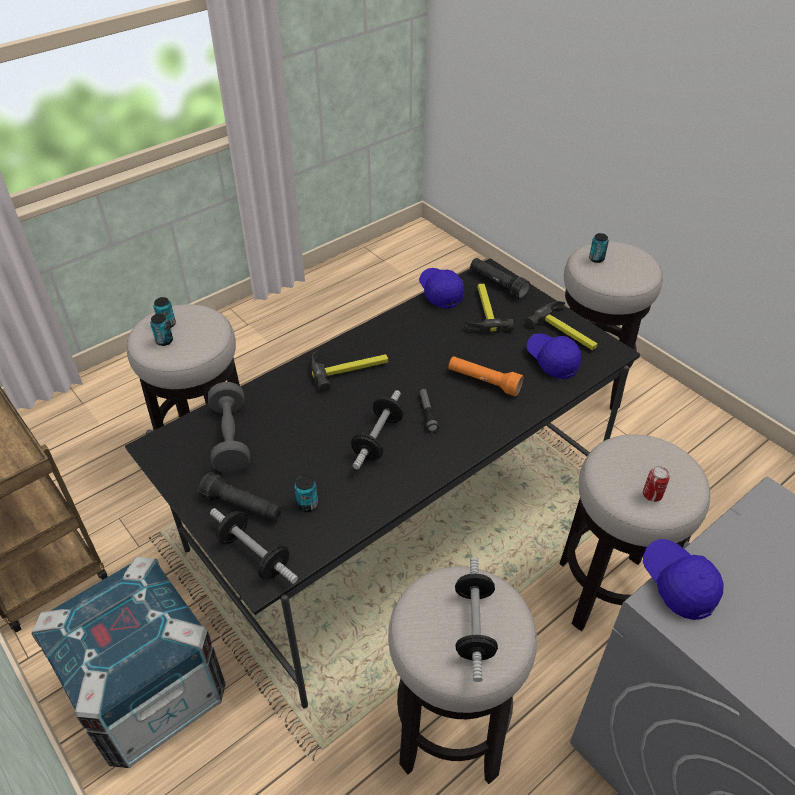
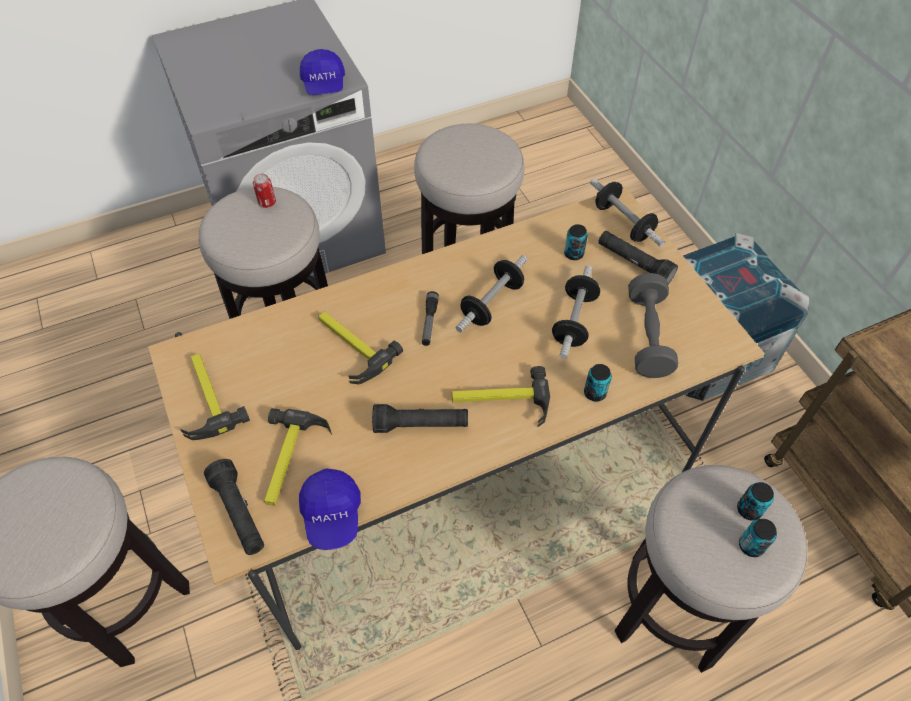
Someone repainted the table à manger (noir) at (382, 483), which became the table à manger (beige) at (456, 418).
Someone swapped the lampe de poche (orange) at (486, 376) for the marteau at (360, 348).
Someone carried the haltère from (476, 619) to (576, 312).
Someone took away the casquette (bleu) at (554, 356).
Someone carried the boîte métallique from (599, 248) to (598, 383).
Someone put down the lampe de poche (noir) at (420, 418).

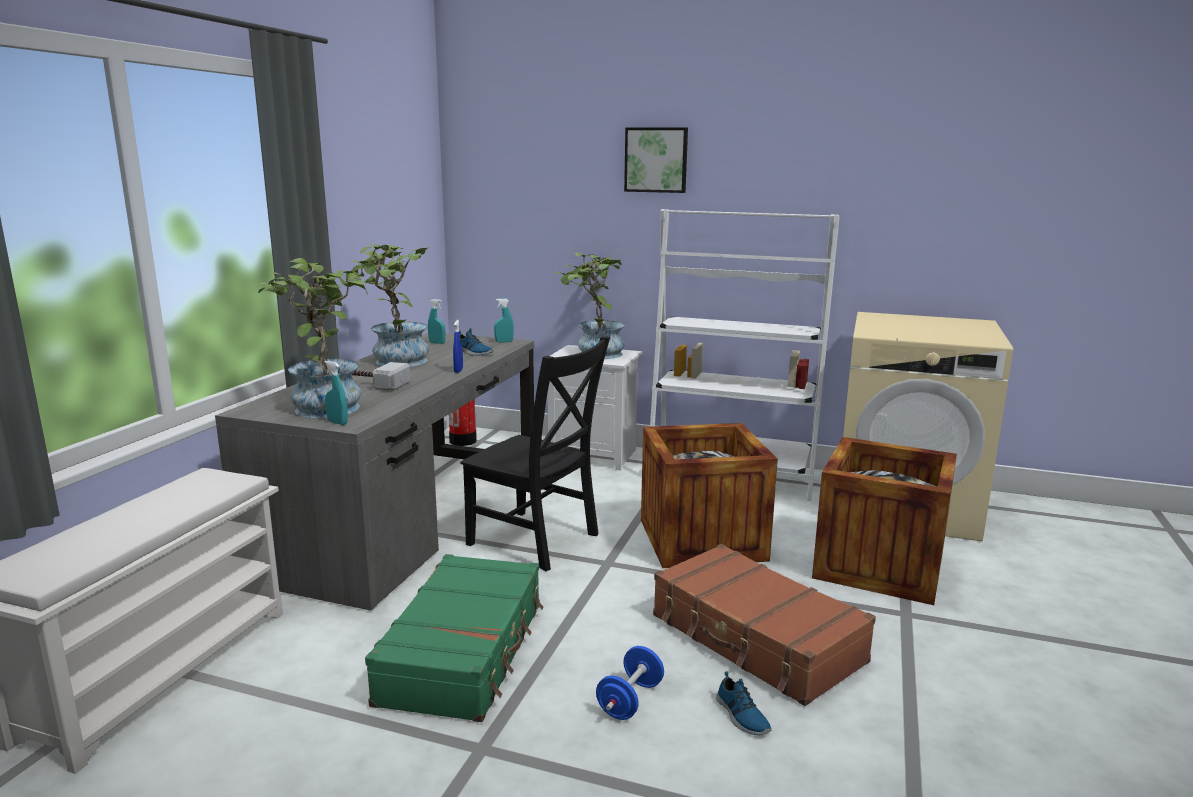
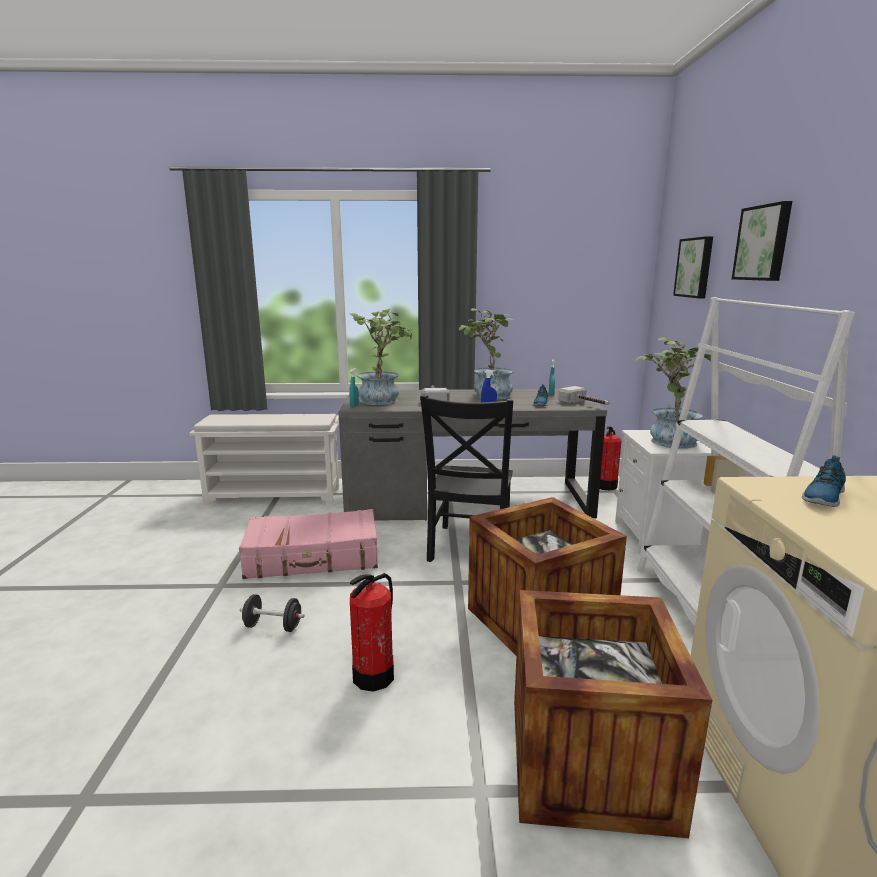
Someone repainted the valise (vert) at (454, 638), which became the valise (rose) at (308, 544).
Someone swapped the vaporisateur (turquoise) at (504, 320) for the marteau at (584, 395).
Someone repainted the haltère (bleu) at (630, 683), which became the haltère (noir) at (272, 613).
Someone swapped the valise (marron) at (764, 625) for the extincteur at (372, 632).
Someone carried the chaussure from (744, 703) to (824, 481).
Someone put up the tableau at (693, 267).

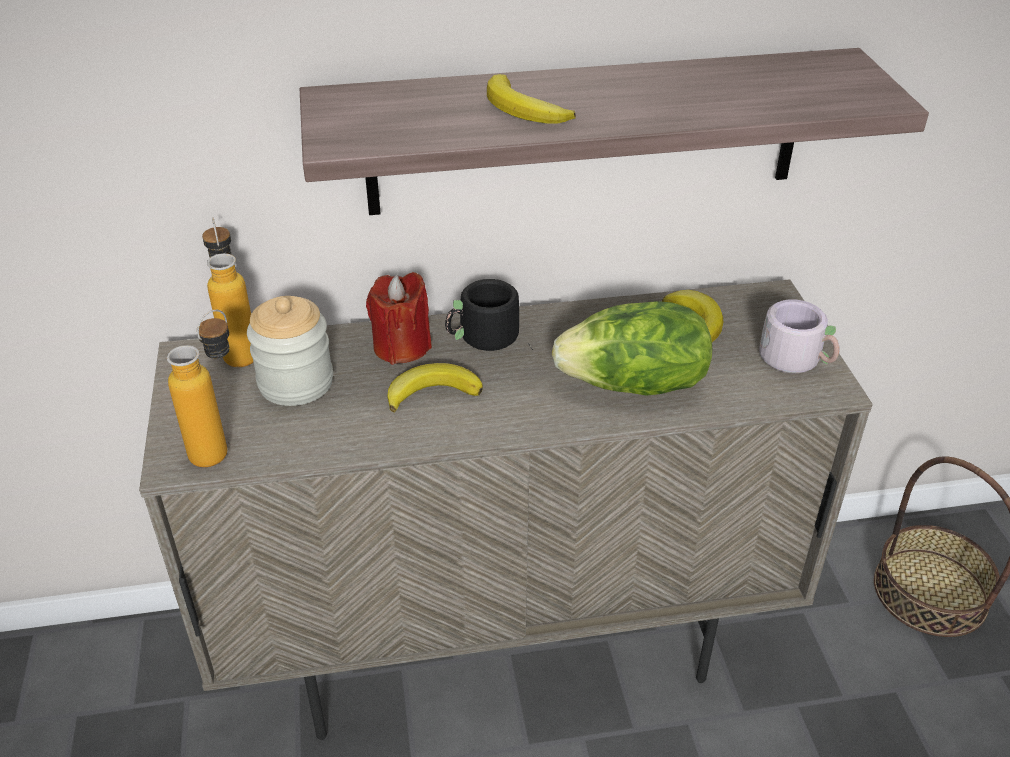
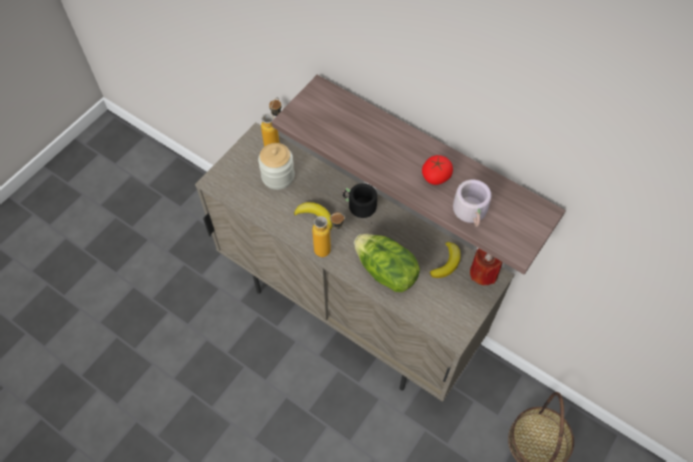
Someone carried the bouteille from (198, 388) to (328, 234).
Someone carried the bougie (rouge) from (399, 318) to (486, 266).
Someone took away the banane at (531, 99).
Someone carried the mug (gris) from (799, 336) to (472, 203).
Someone put down the tomate at (437, 170).

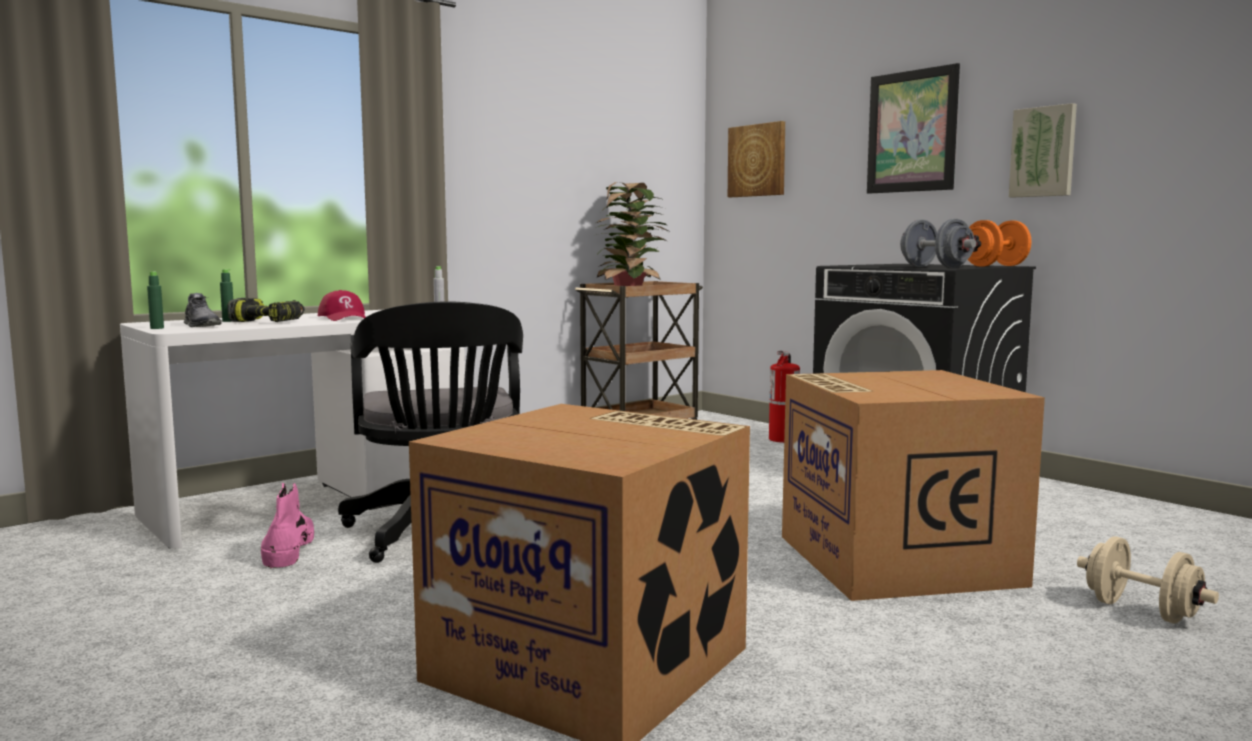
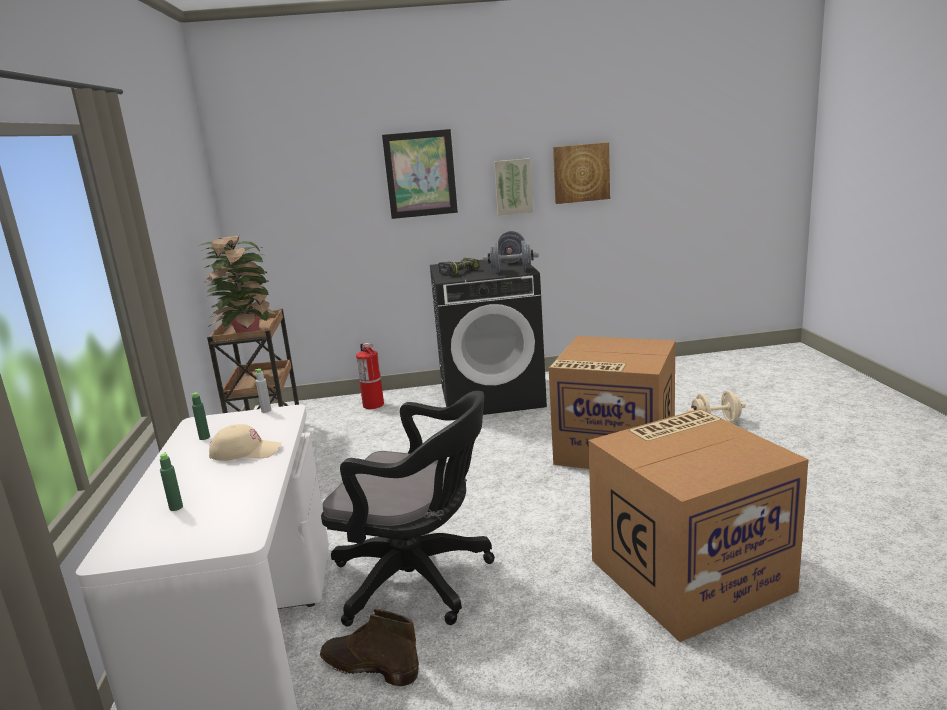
Someone carried the bouteille (vert) from (155, 300) to (200, 416).
Someone took away the chaussure (gris) at (203, 310).
Someone carried the perceuse from (266, 310) to (458, 267).
Someone repainted the botte (rose) at (287, 525), which became the botte (marron) at (369, 647).
Someone repainted the casquette (rouge) at (342, 305), which became the casquette (beige) at (245, 442).
Someone carried the tableau from (756, 159) to (581, 173).
Someone repainted the haltère (orange) at (999, 243), which became the haltère (gris) at (511, 247).

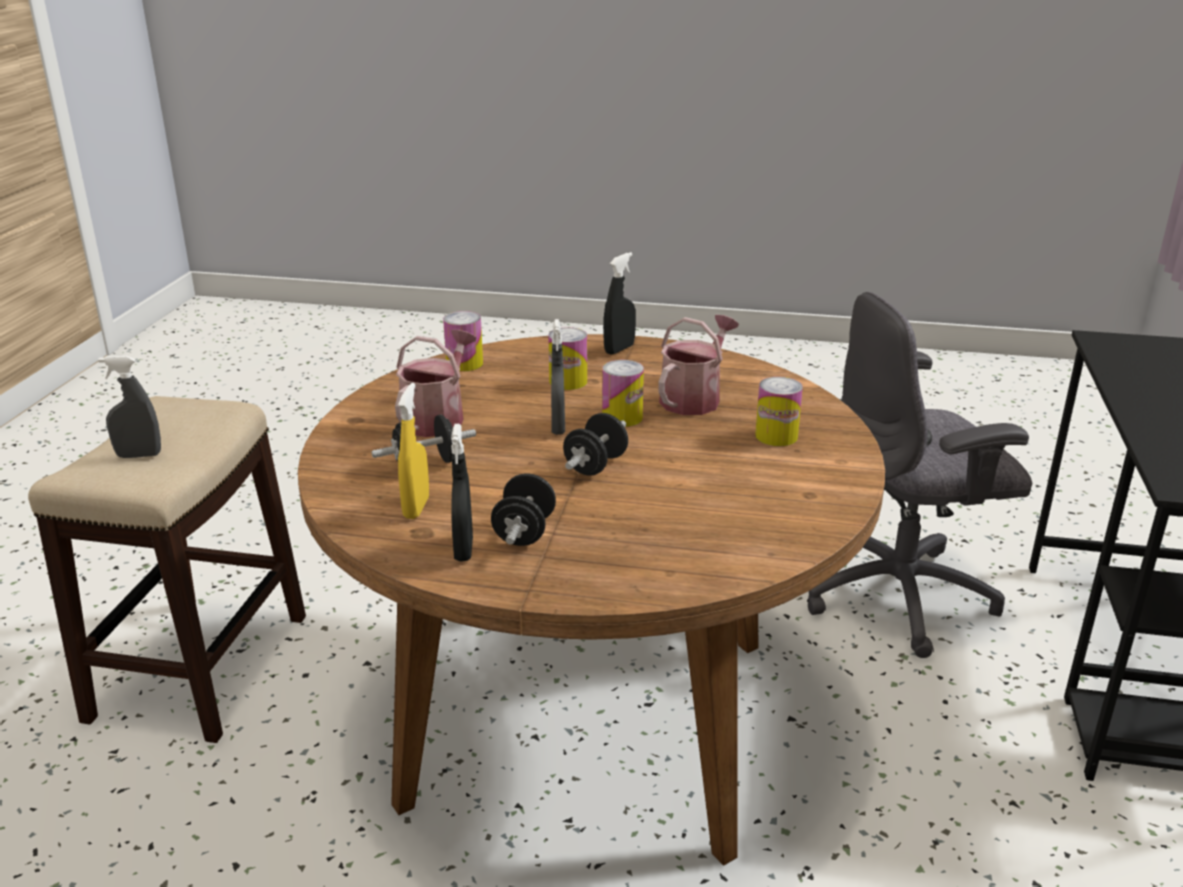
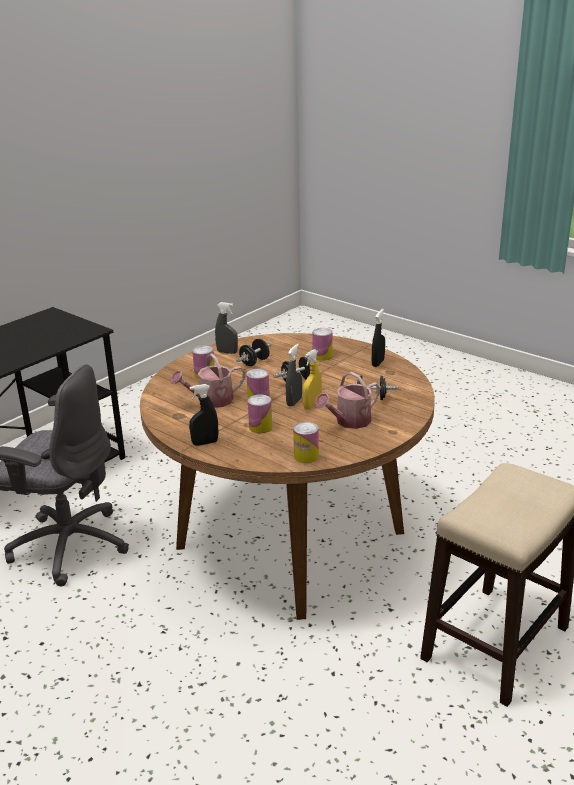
Someone carried the vaporisateur (gris) from (129, 407) to (226, 328).
Someone carried the vaporisateur (jaune) from (413, 451) to (312, 379).
Someone carried the haltère (noir) from (523, 509) to (253, 352).
Someone put down the boîte métallique at (322, 344).

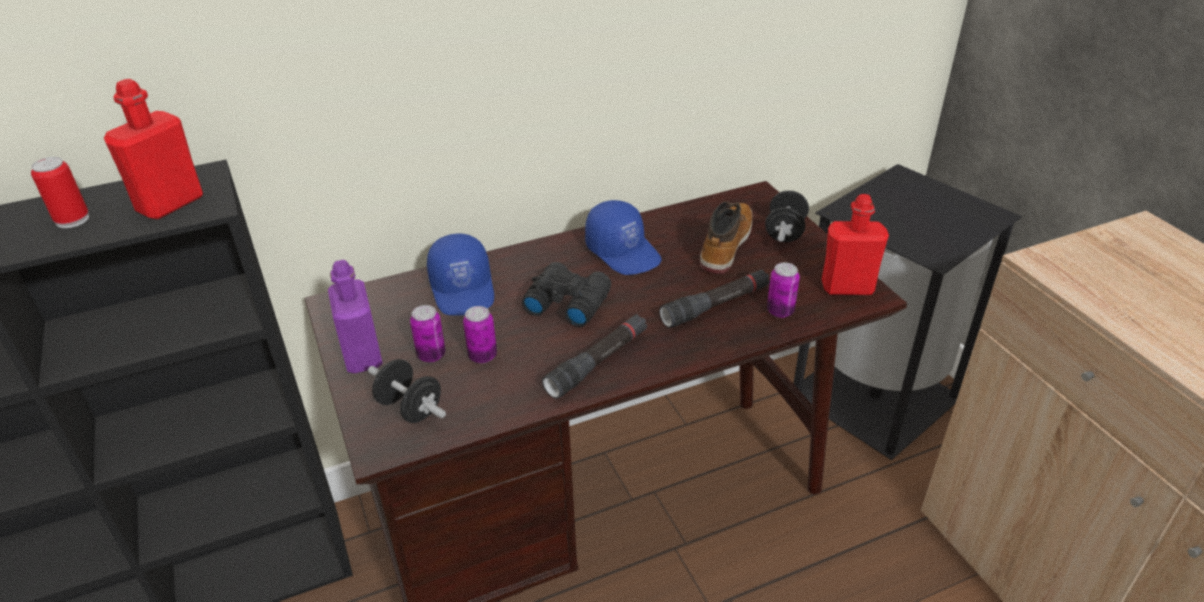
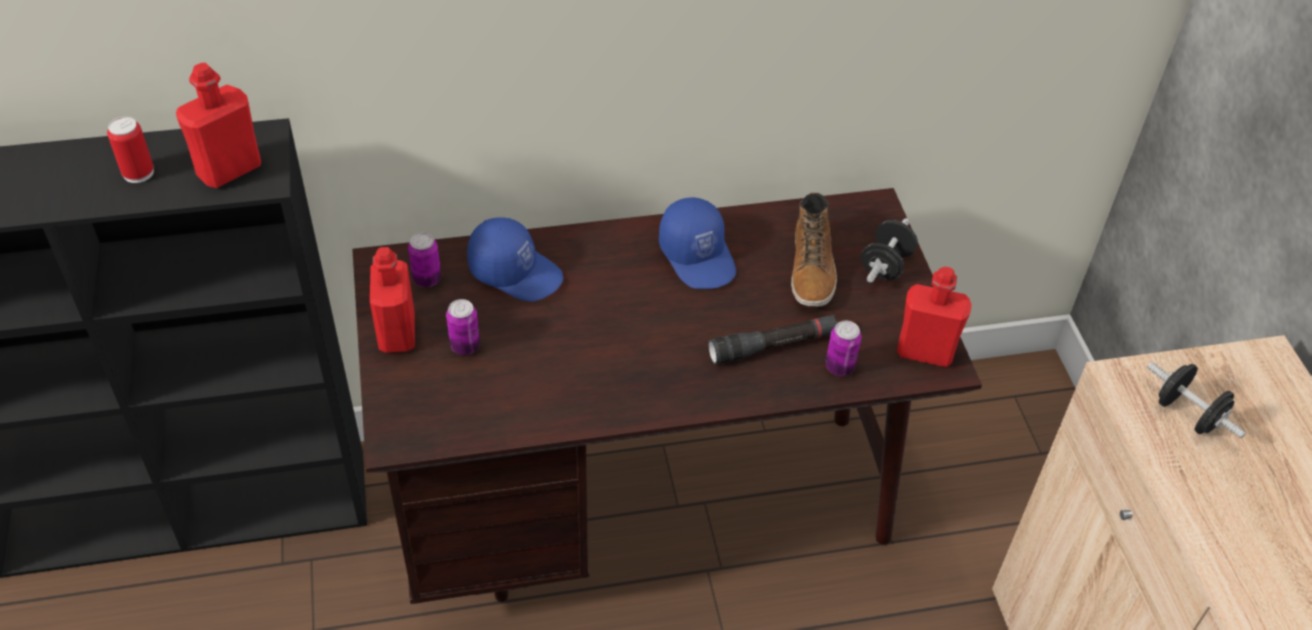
Someone repainted the bouteille (violet) at (355, 316), which became the bouteille (rouge) at (392, 300).
Someone carried the haltère (noir) from (407, 391) to (1196, 400).
Someone rotated the casquette (bleu) at (460, 275) by 60 degrees counterclockwise.
Someone carried the boîte métallique from (480, 334) to (424, 260).
Someone took away the jumelles (noir) at (566, 294).
Someone took away the lampe de poche (noir) at (594, 356).
Someone rotated the botte at (726, 237) by 150 degrees clockwise.
Someone took away the poubelle (noir) at (907, 312).

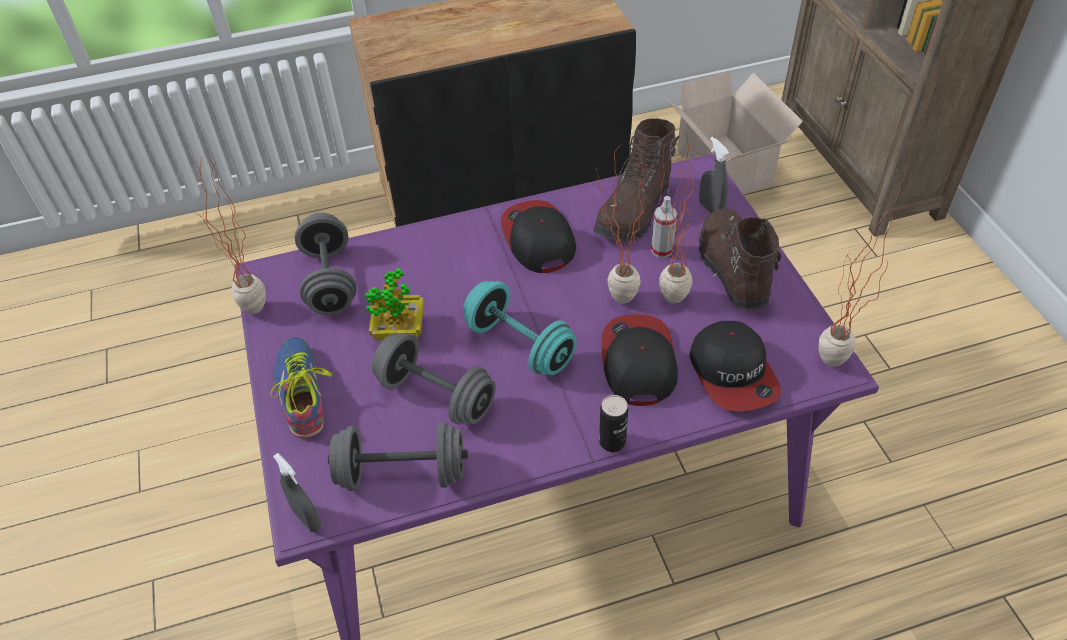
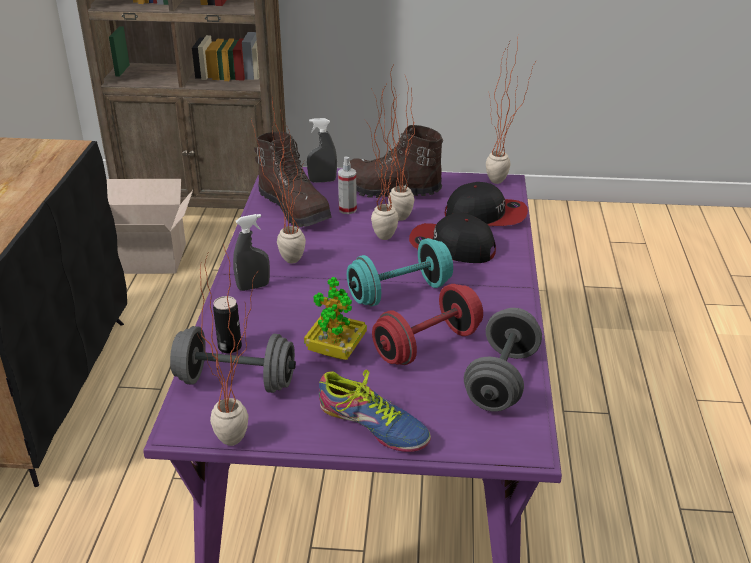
Someone rotated the chaussure at (301, 387) by 150 degrees counterclockwise.
Someone carried the vaporisateur (gris) from (297, 492) to (251, 252).
Someone repainted the haltère (gris) at (433, 379), which became the haltère (rouge) at (427, 324).
Someone swapped the casquette at (538, 236) for the plante en pot at (278, 180).
Someone carried the boîte métallique from (613, 423) to (227, 324).

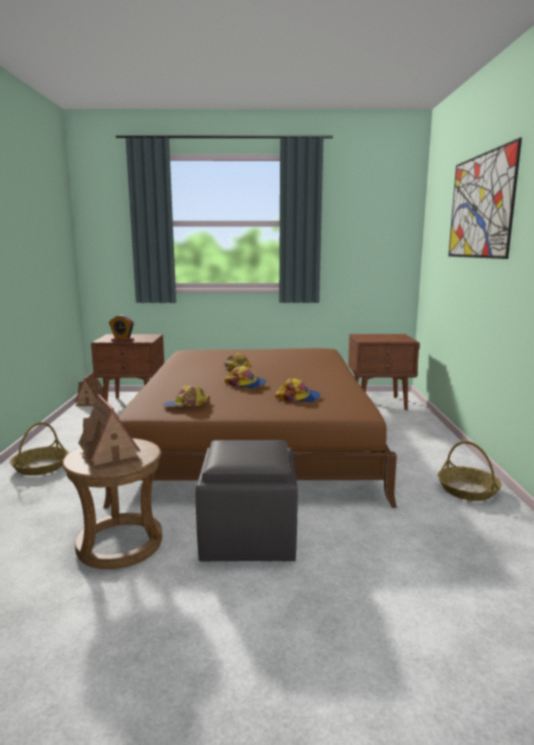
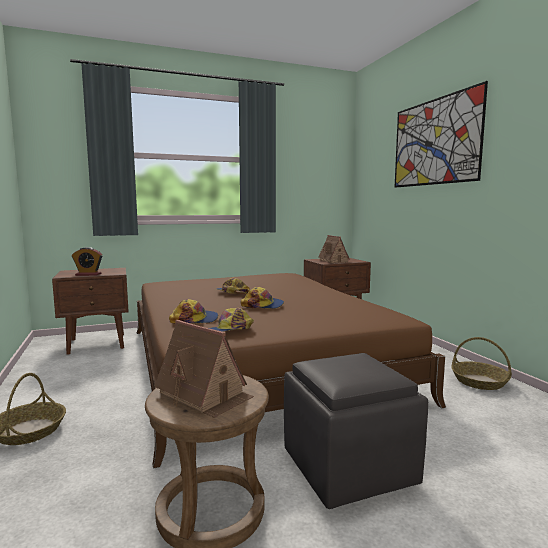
Someone carried the maison miniature from (89, 389) to (334, 249).
Someone carried the casquette from (298, 390) to (193, 311).

